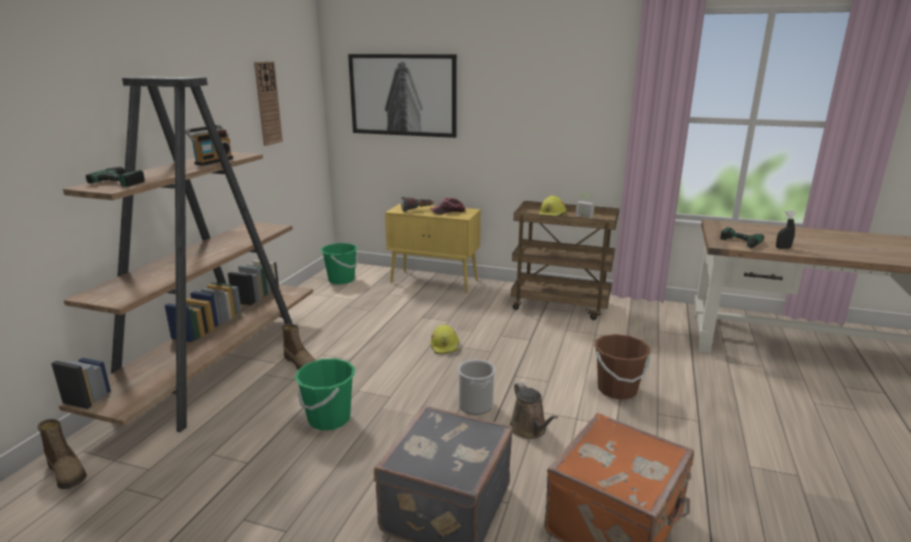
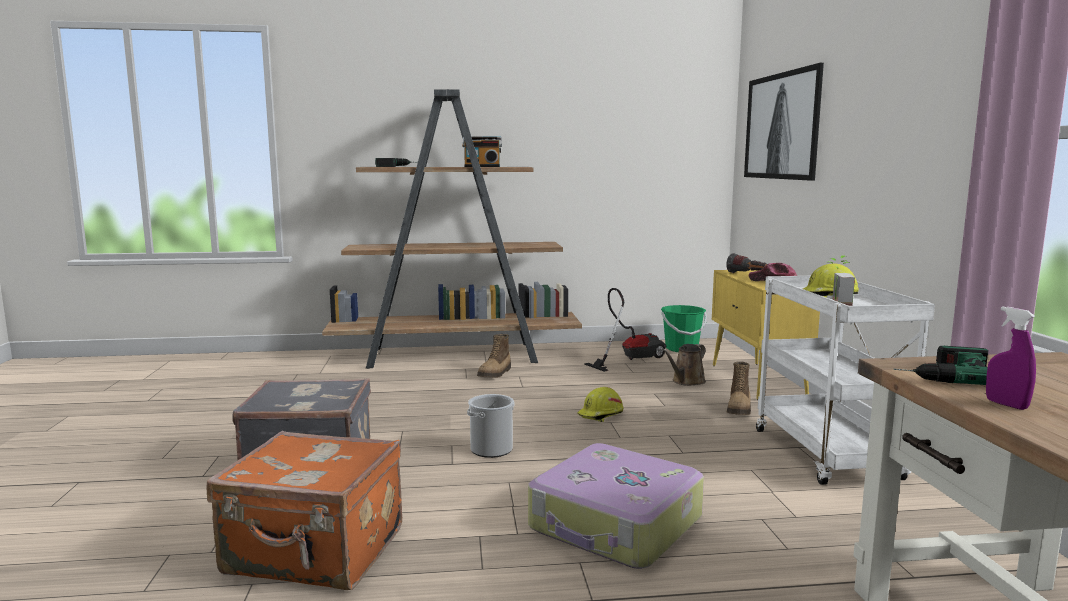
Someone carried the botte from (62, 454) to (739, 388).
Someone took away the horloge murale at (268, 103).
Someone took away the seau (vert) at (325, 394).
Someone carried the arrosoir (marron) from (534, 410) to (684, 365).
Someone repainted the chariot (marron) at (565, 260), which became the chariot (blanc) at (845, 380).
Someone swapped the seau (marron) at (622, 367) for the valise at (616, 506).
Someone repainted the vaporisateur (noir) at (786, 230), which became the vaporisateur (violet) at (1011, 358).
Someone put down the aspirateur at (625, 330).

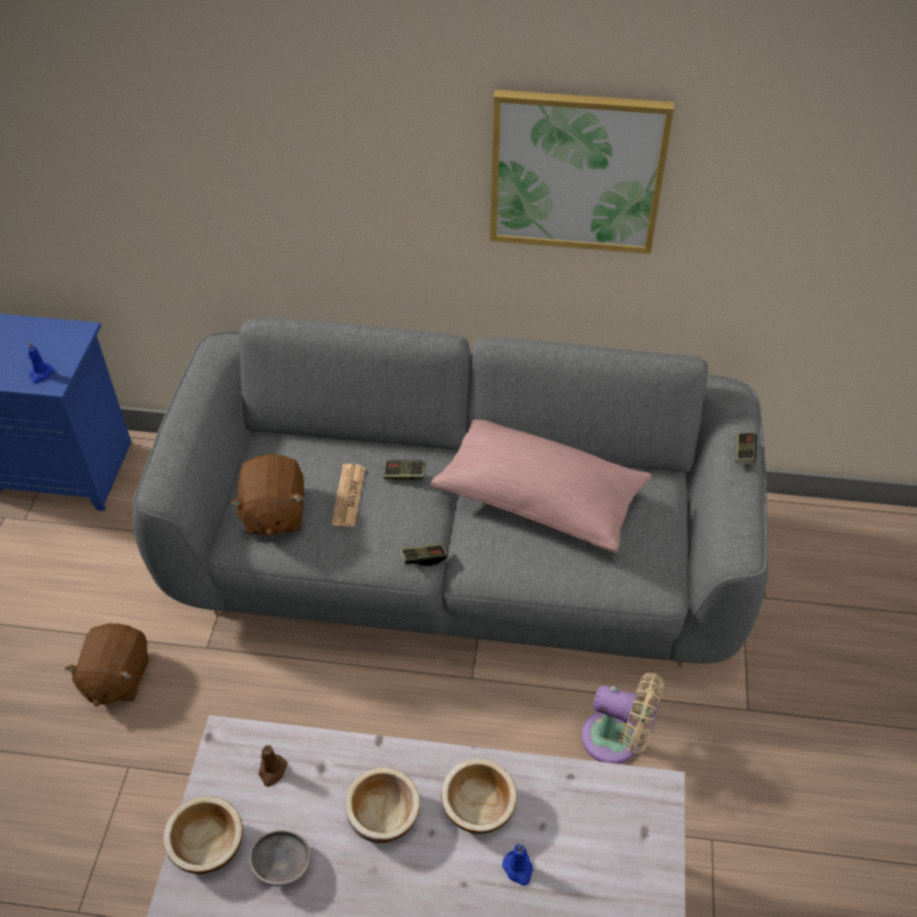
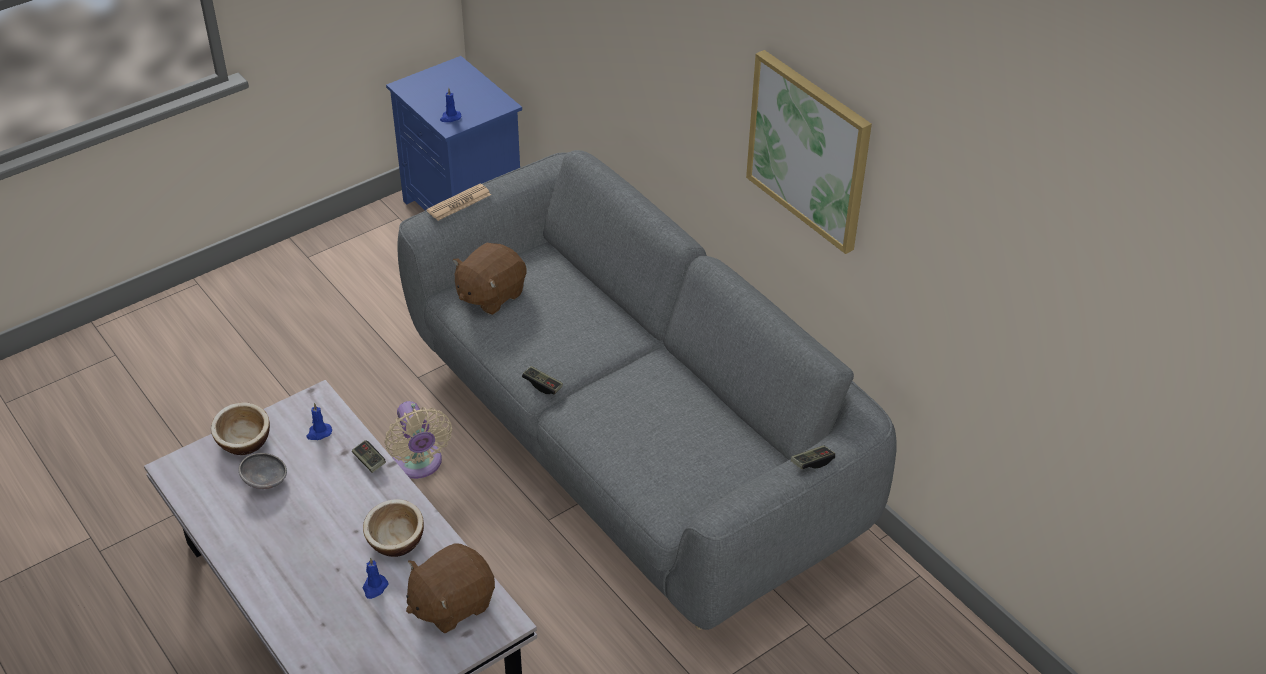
Someone carried the peluche (marron) from (106, 665) to (450, 588).
Someone repainted the bougie (marron) at (273, 766), which became the bougie (bleu) at (319, 421).
Someone carried the journal from (348, 495) to (459, 202).
Someone took away the bol at (382, 805).
Someone carried the manette from (404, 470) to (369, 456).
Someone took away the coussin (rose) at (541, 486).
Someone carried the ventilateur (beige) from (622, 718) to (418, 440).

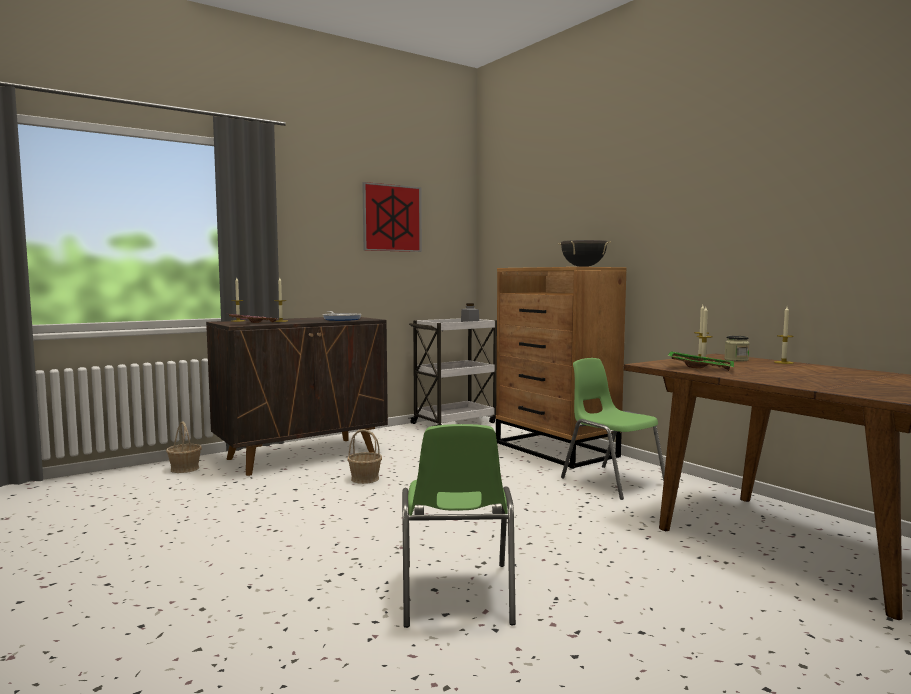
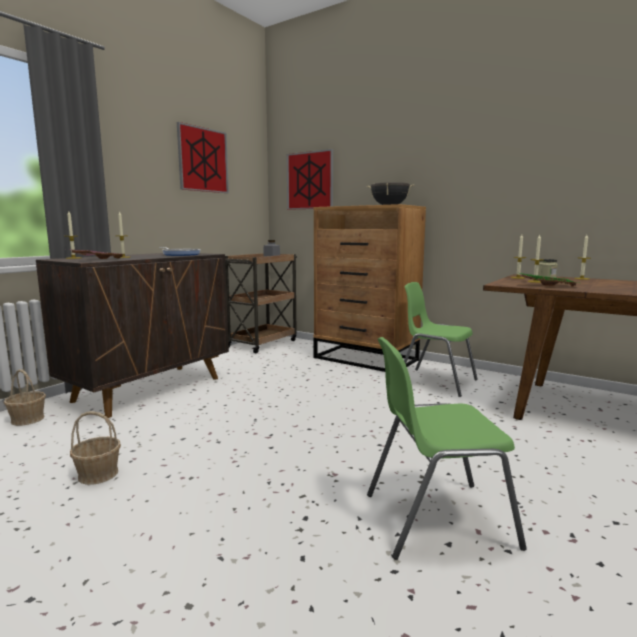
Someone carried the panier from (364, 456) to (95, 448).
Someone rotated the chaise (vert) at (459, 526) by 105 degrees clockwise.
Someone repainted the chariot (blanc) at (453, 372), which became the chariot (marron) at (261, 303).
Someone put up the tableau at (310, 179).

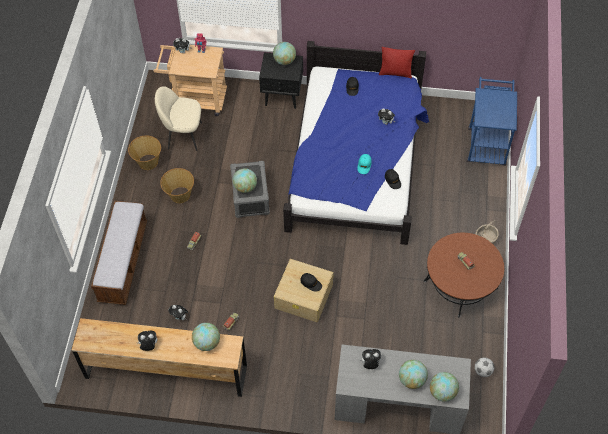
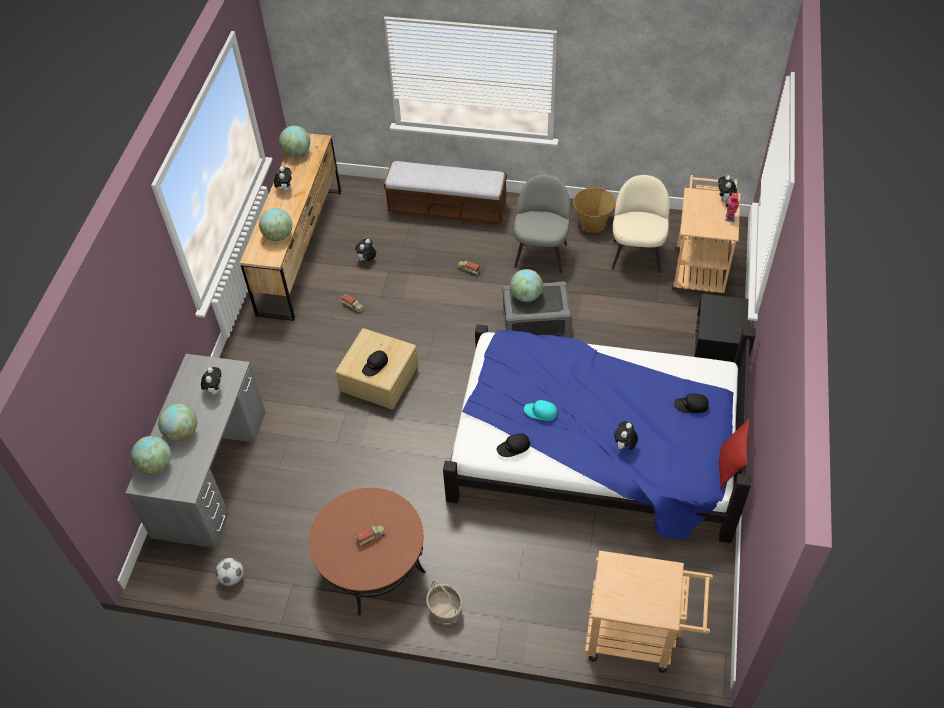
Someone swapped the panier at (177, 185) for the chaise (gris) at (541, 224).
Someone carried the globe from (284, 53) to (294, 141).
Someone repainted the chariot (bleu) at (492, 121), which became the chariot (beige) at (649, 612).

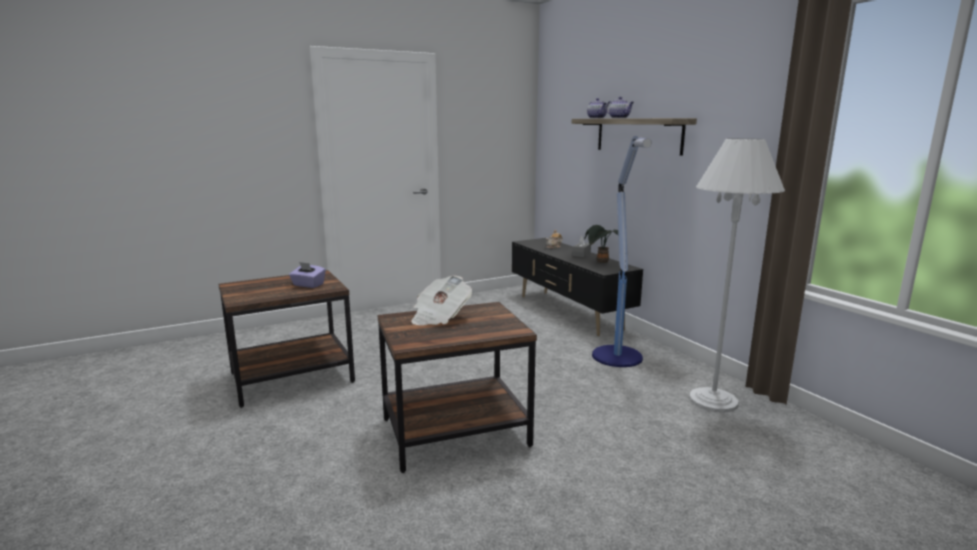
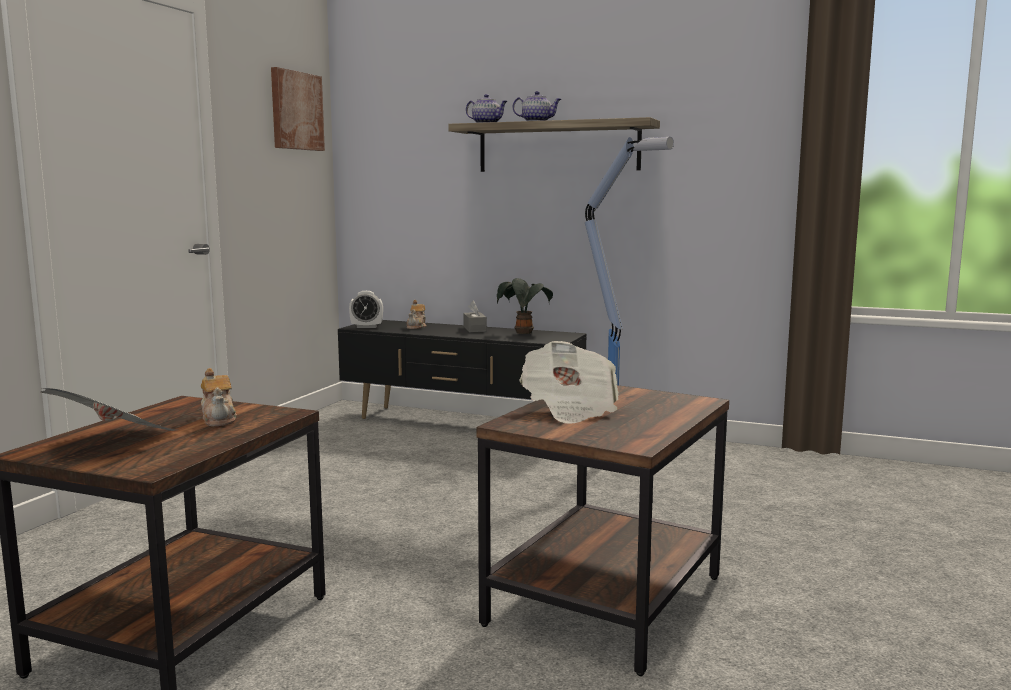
Someone swapped the boîte à mouchoirs (violet) at (307, 275) for the théière at (219, 397).
Someone took away the lampadaire (blanc) at (737, 275).
Someone put down the journal at (108, 409).
Someone put up the tableau at (298, 109).
Someone put down the réveil at (366, 309).

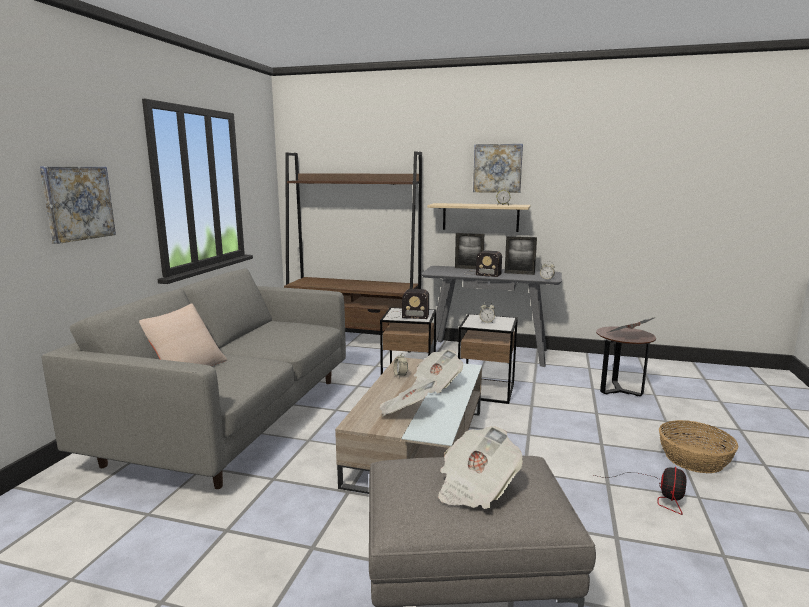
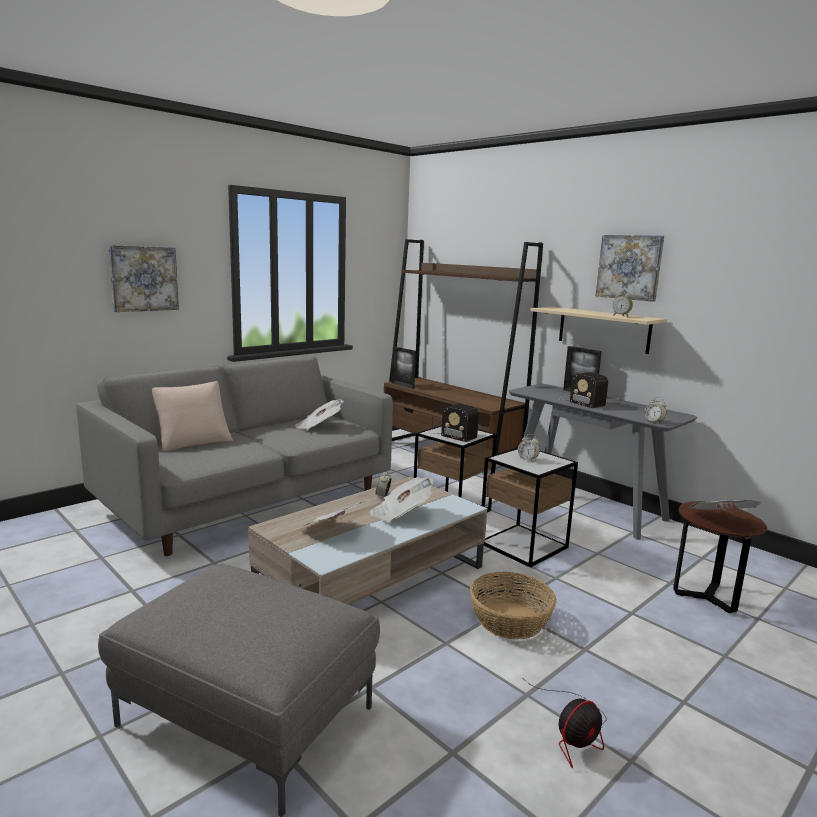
Someone carried the journal from (480, 467) to (319, 414).
Someone carried the cadre photo from (521, 255) to (404, 368).
Someone carried the panier from (699, 446) to (513, 605).

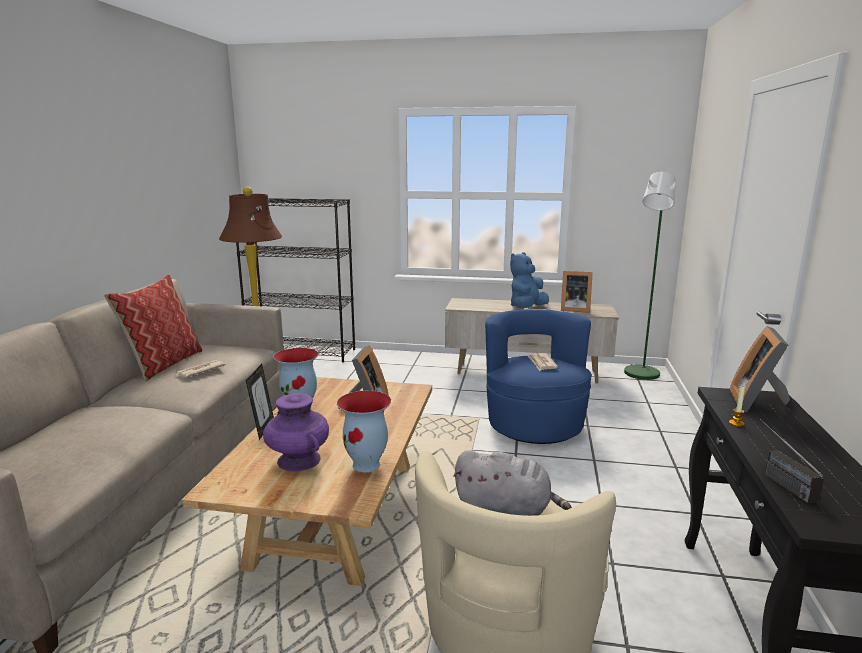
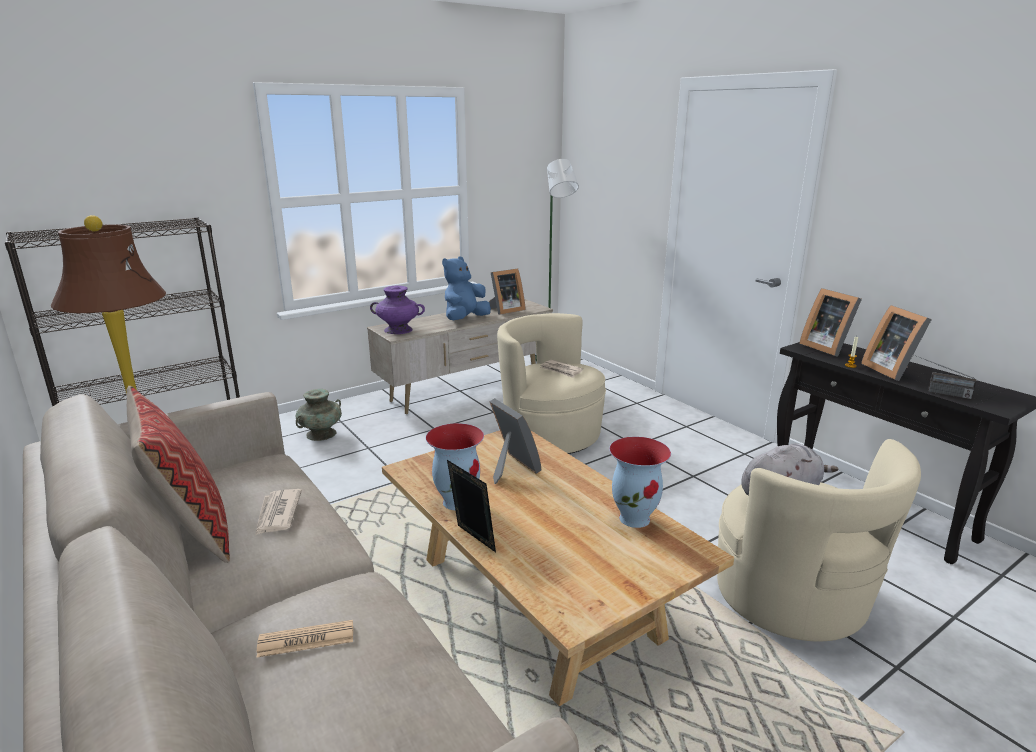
Someone carried the vase (violet) from (296, 432) to (397, 310).
Someone repainted the fauteuil (bleu) at (538, 376), which became the fauteuil (beige) at (551, 383).
Someone rotated the peluche (bleu) at (529, 280) by 45 degrees clockwise.
Someone put down the journal at (305, 639).
Someone put down the vase (turquoise) at (319, 415).
Someone put down the cadre photo at (896, 343).

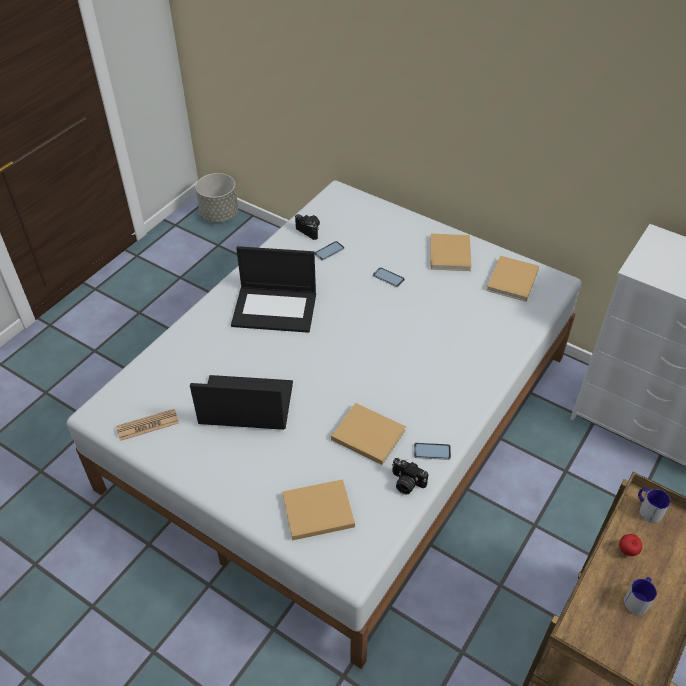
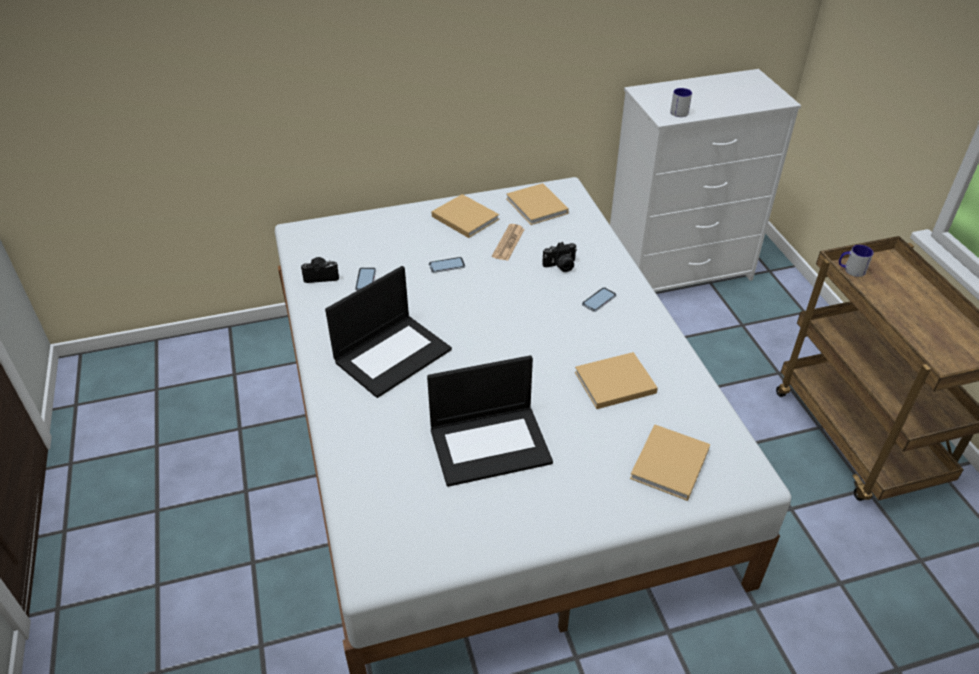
Someone carried the journal from (147, 425) to (508, 242).
Someone rotated the ordinateur portable at (241, 402) by 150 degrees counterclockwise.
Someone took away the cache-pot (gris) at (216, 197).
Someone carried the appareil photo from (410, 476) to (559, 257).
Someone carried the téléphone from (432, 451) to (599, 299).
Someone took away the pomme at (630, 545).
Someone carried the mug from (640, 596) to (681, 102).

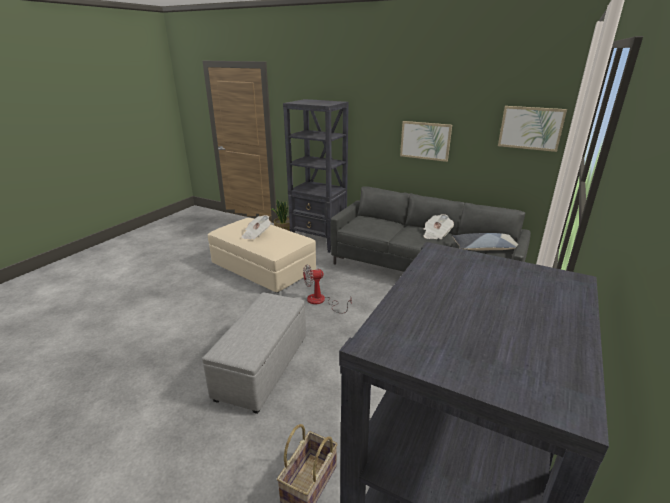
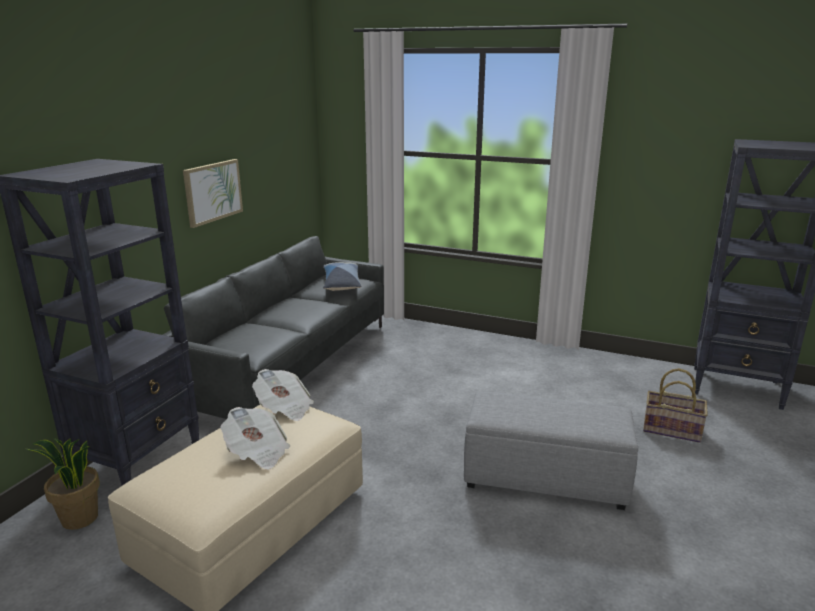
Someone took away the ventilateur at (327, 289).
Someone carried the journal from (439, 226) to (283, 395).
Someone took away the tableau at (532, 129).

